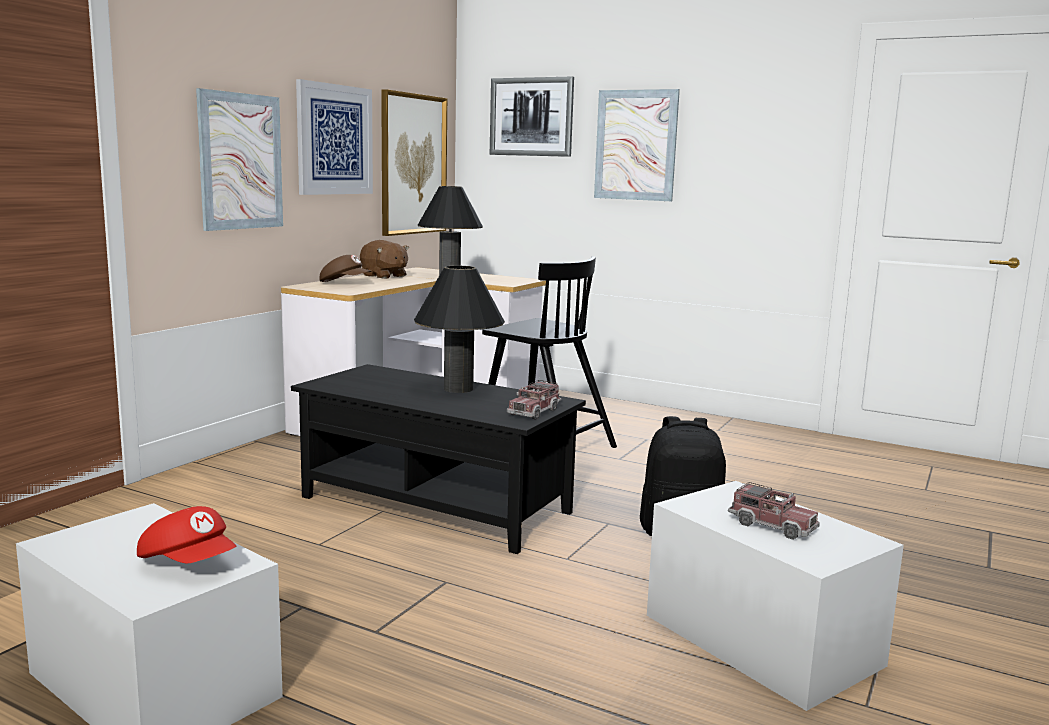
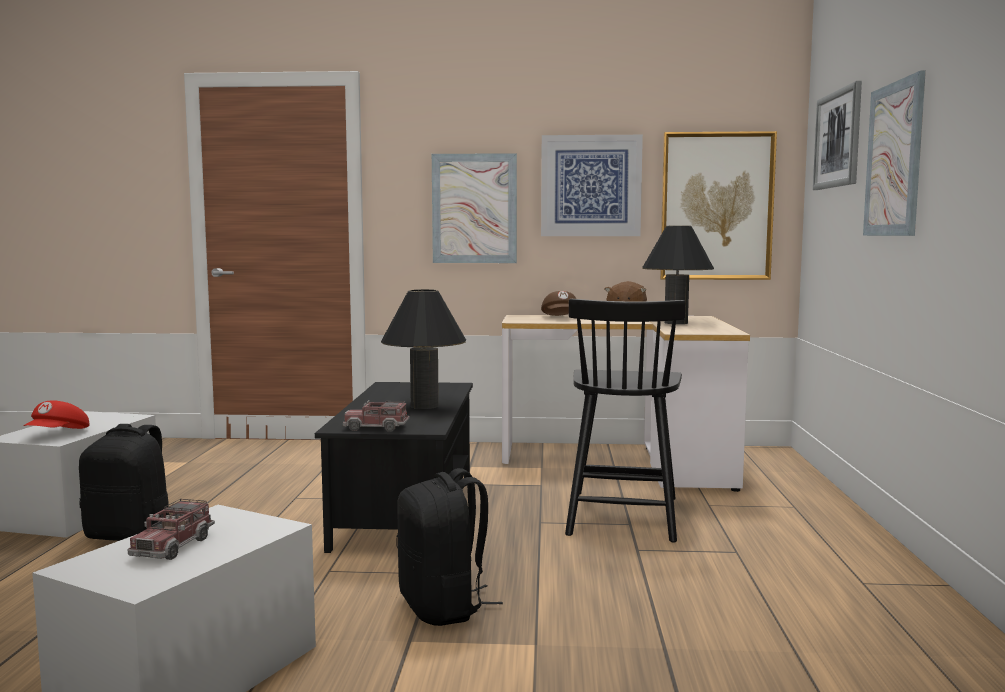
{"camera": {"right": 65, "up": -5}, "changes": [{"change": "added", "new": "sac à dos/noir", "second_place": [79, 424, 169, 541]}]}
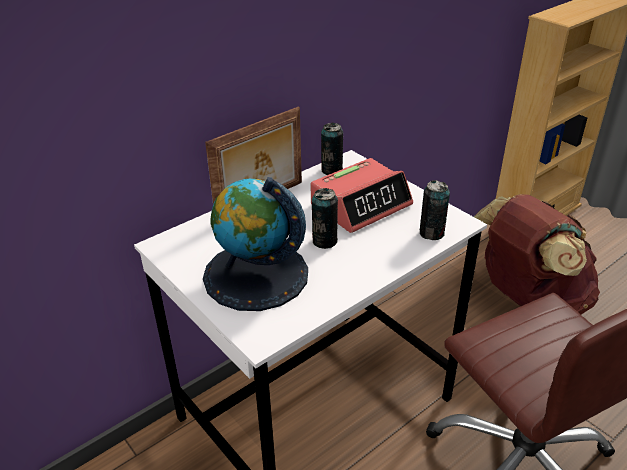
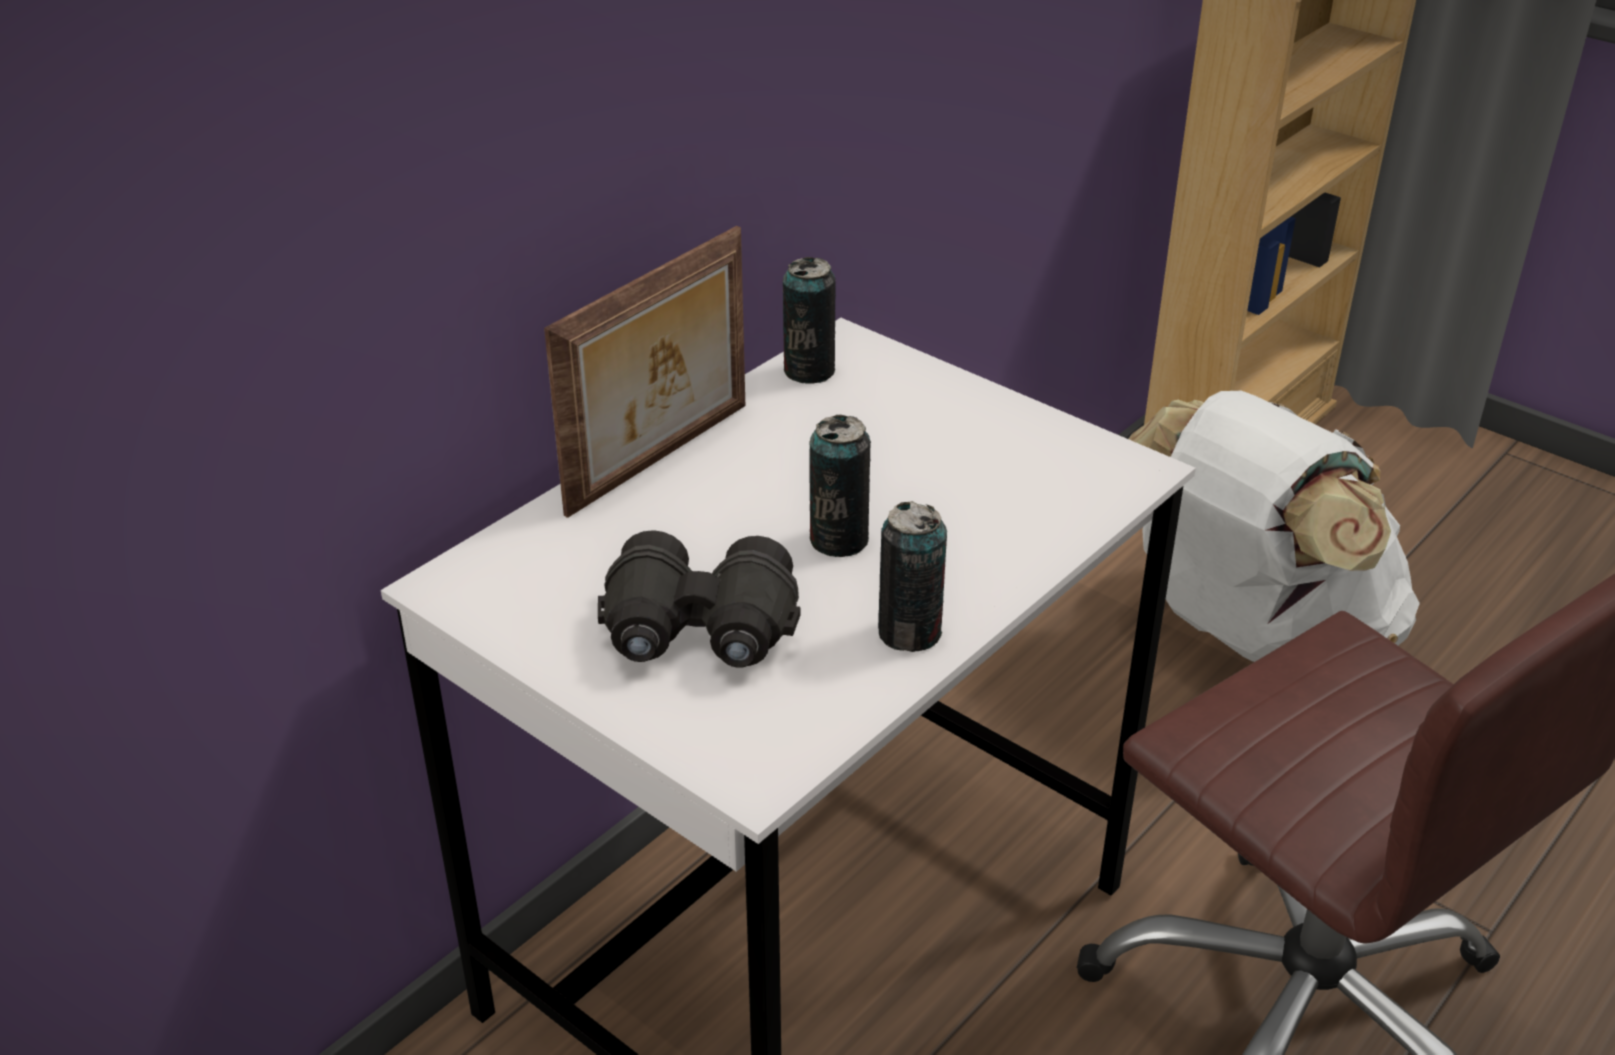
{"camera": {"right": -10, "up": 0}, "changes": [{"change": "removed", "old": "réveil", "first_place": [311, 158, 413, 233]}, {"change": "moved", "old": "boîte métallique", "first_place": [420, 180, 450, 240], "second_place": [878, 501, 947, 652]}, {"change": "replaced", "old": "globe", "new": "jumelles/noir", "first_place": [203, 177, 308, 311], "second_place": [598, 530, 800, 668]}, {"change": "recoloured", "old": "sac à dos/marron", "new": "sac à dos/blanc", "first_place": [474, 194, 600, 314], "second_place": [1129, 391, 1420, 662]}]}
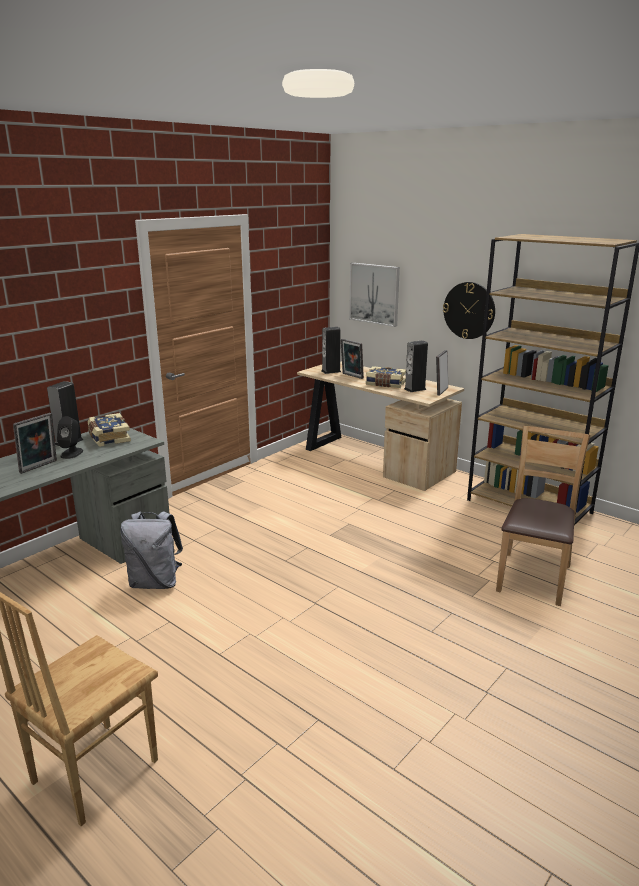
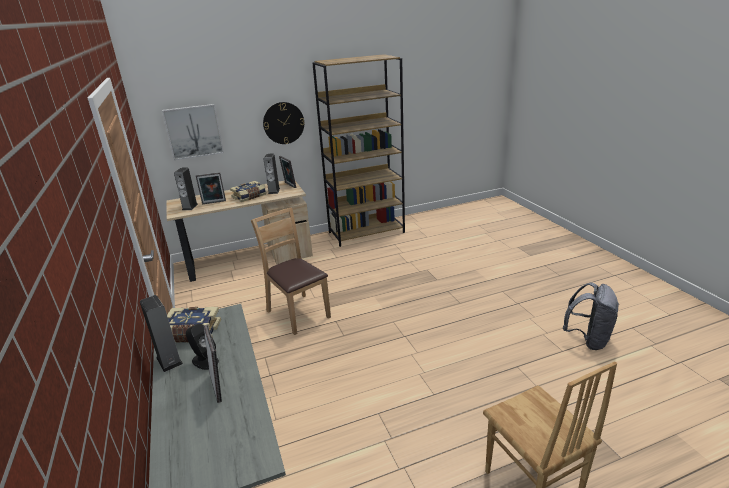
{"camera": {"right": -60, "up": 5}, "changes": [{"change": "moved", "old": "sac à dos/gris", "first_place": [120, 511, 183, 589], "second_place": [563, 282, 620, 350]}, {"change": "moved", "old": "chaise/marron", "first_place": [496, 426, 590, 606], "second_place": [251, 208, 331, 335]}]}
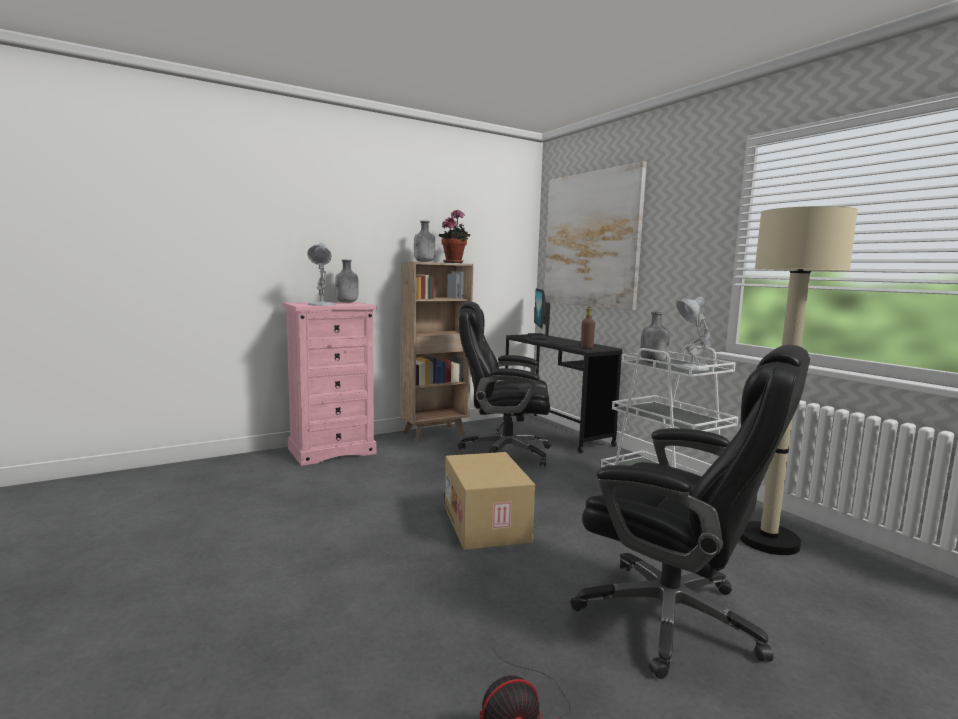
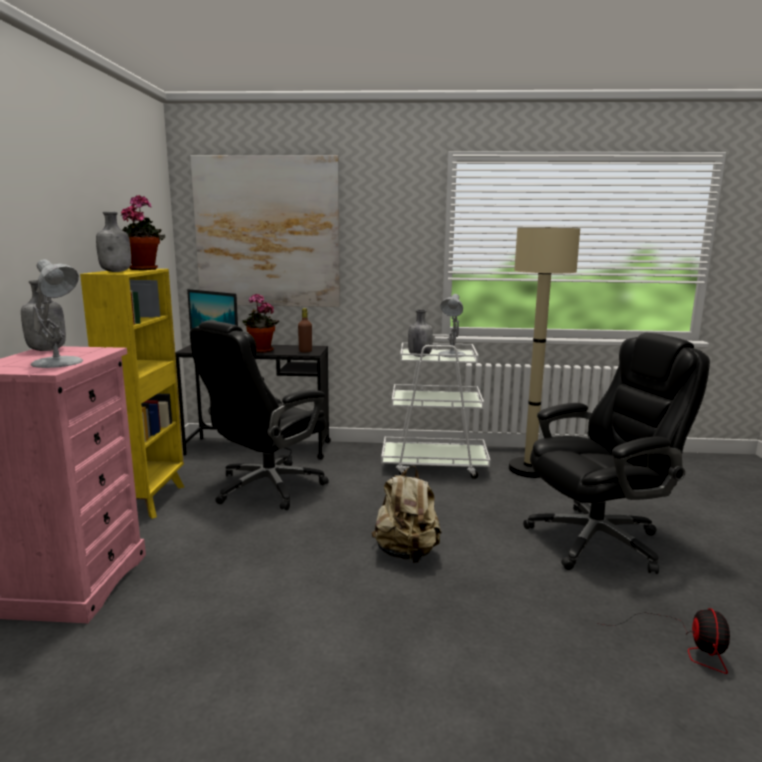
{"camera": {"right": -55, "up": 5}, "changes": [{"change": "added", "new": "plante en pot", "second_place": [243, 293, 279, 353]}, {"change": "replaced", "old": "carton", "new": "sac à dos/beige", "first_place": [445, 452, 535, 550], "second_place": [372, 466, 441, 563]}, {"change": "recoloured", "old": "bibliothèque/marron", "new": "bibliothèque/jaune", "first_place": [401, 262, 473, 441], "second_place": [80, 268, 184, 519]}]}
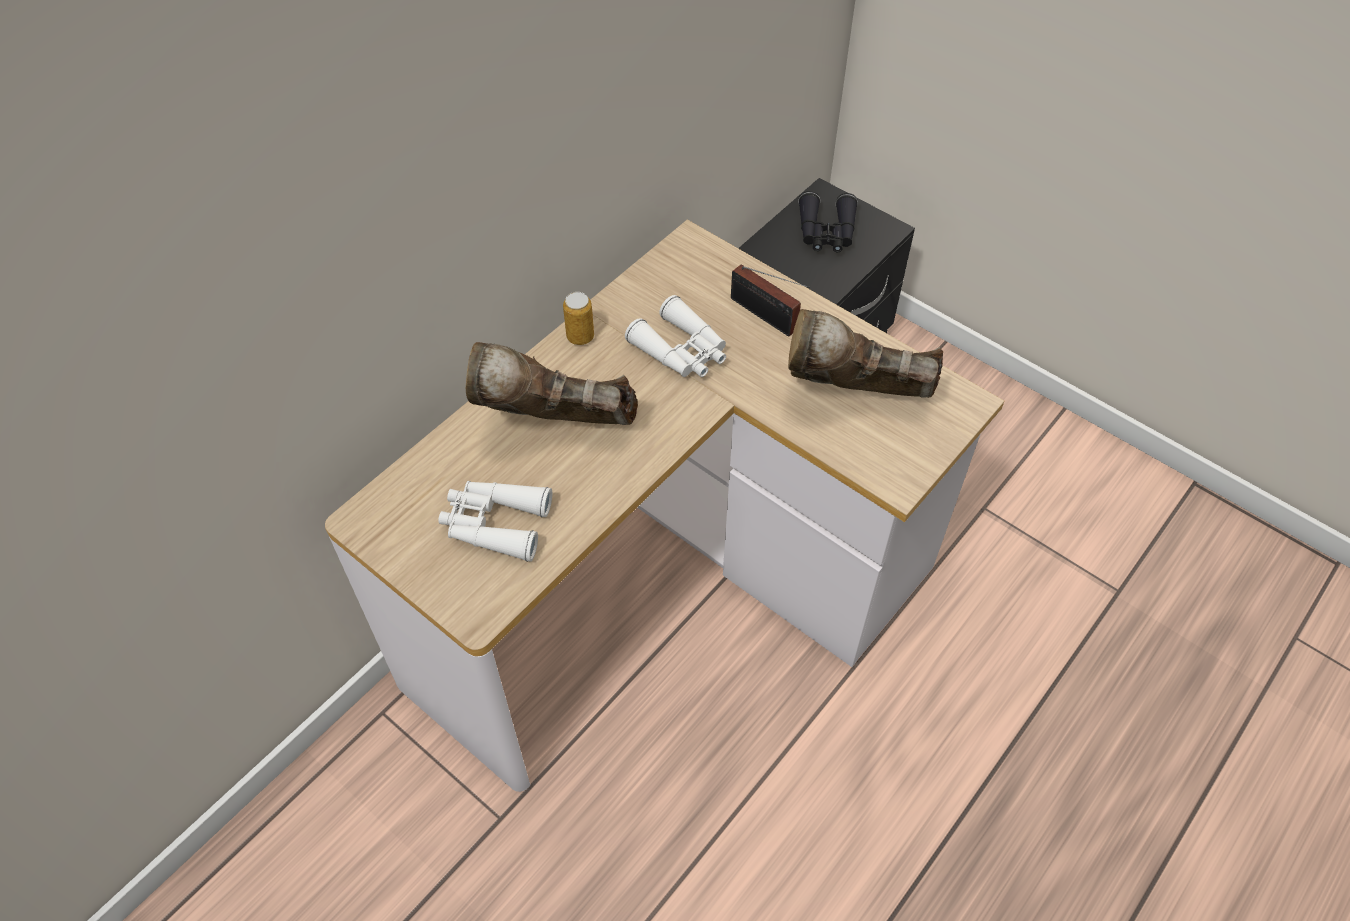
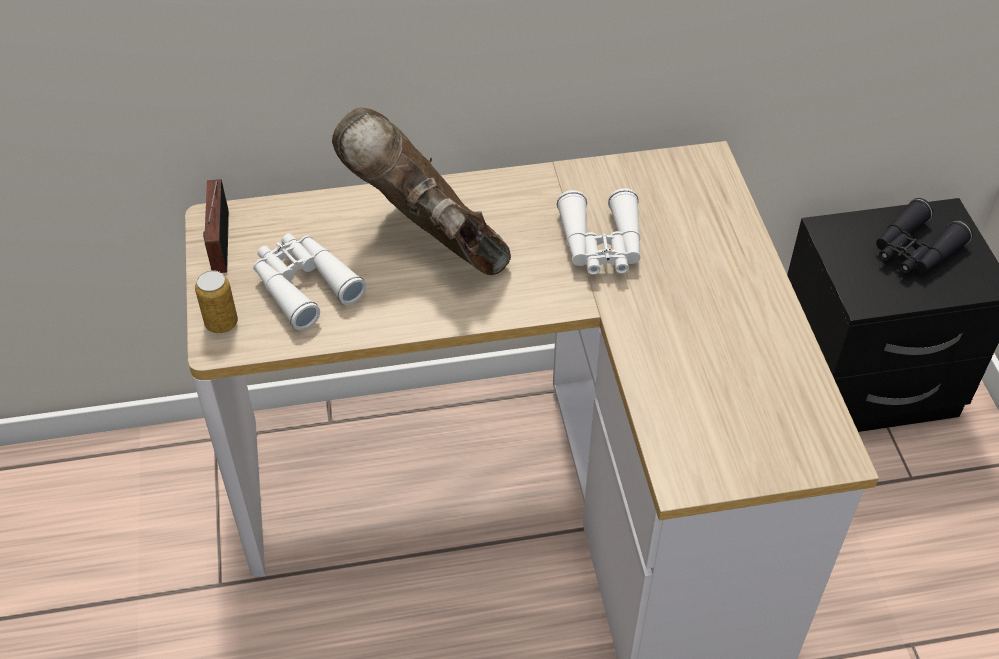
{"camera": {"right": 40, "up": -5}, "changes": [{"change": "removed", "old": "botte/marron", "first_place": [788, 309, 943, 398]}, {"change": "moved", "old": "boîte métallique", "first_place": [563, 292, 594, 345], "second_place": [195, 270, 238, 333]}, {"change": "moved", "old": "radio", "first_place": [731, 265, 810, 337], "second_place": [203, 179, 229, 273]}]}
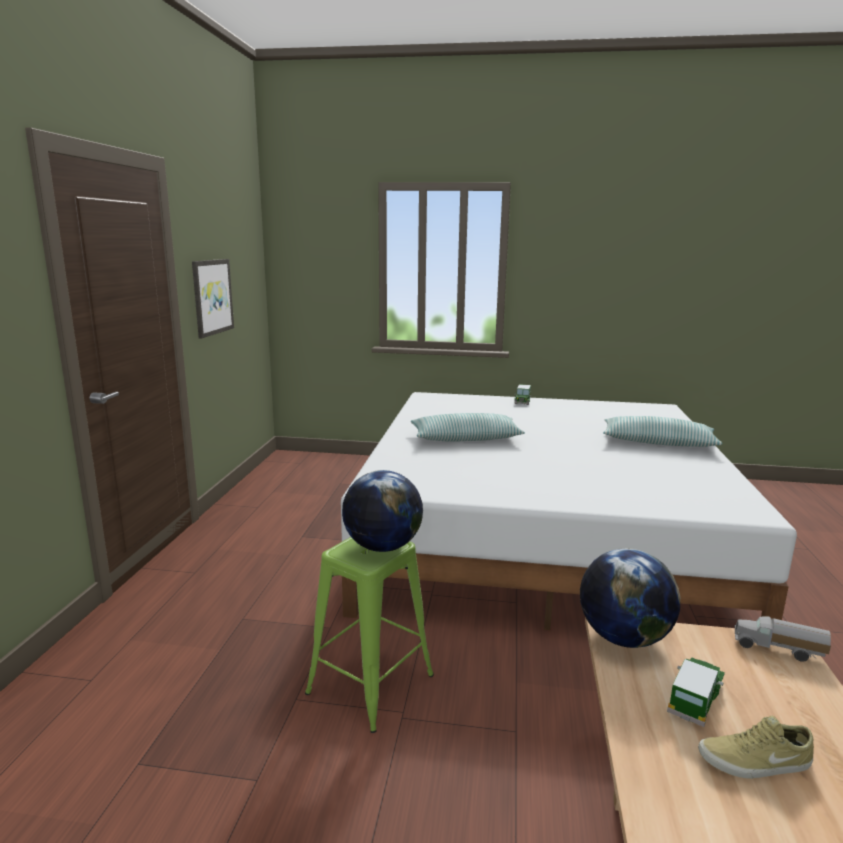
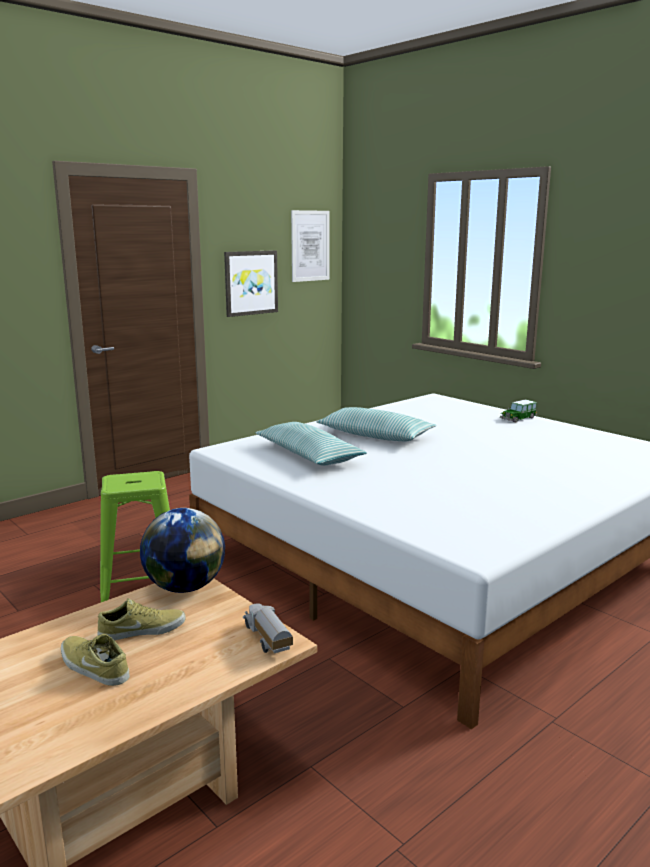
{"camera": {"right": 40, "up": 0}, "changes": [{"change": "removed", "old": "globe", "first_place": [342, 470, 423, 552]}, {"change": "added", "new": "tableau", "second_place": [291, 210, 330, 282]}, {"change": "moved", "old": "coussin", "first_place": [603, 416, 722, 447], "second_place": [255, 422, 367, 466]}, {"change": "replaced", "old": "petite voiture", "new": "chaussure/beige", "first_place": [667, 658, 725, 727], "second_place": [98, 598, 186, 640]}]}
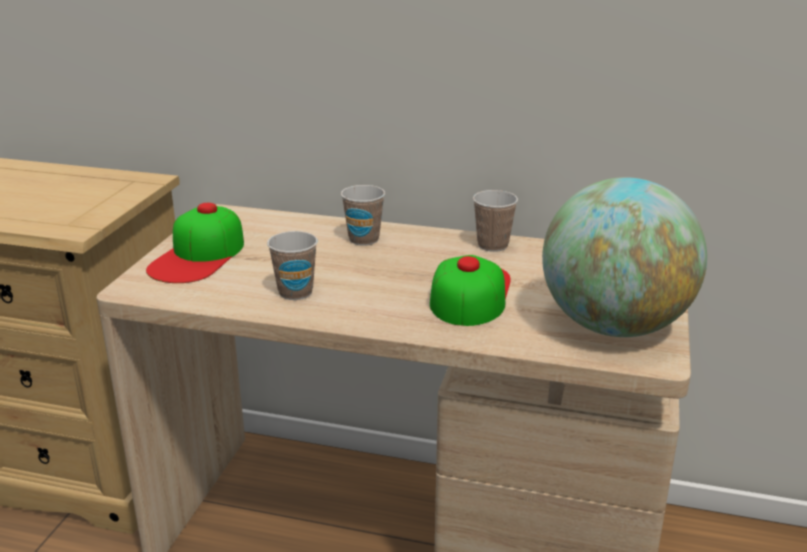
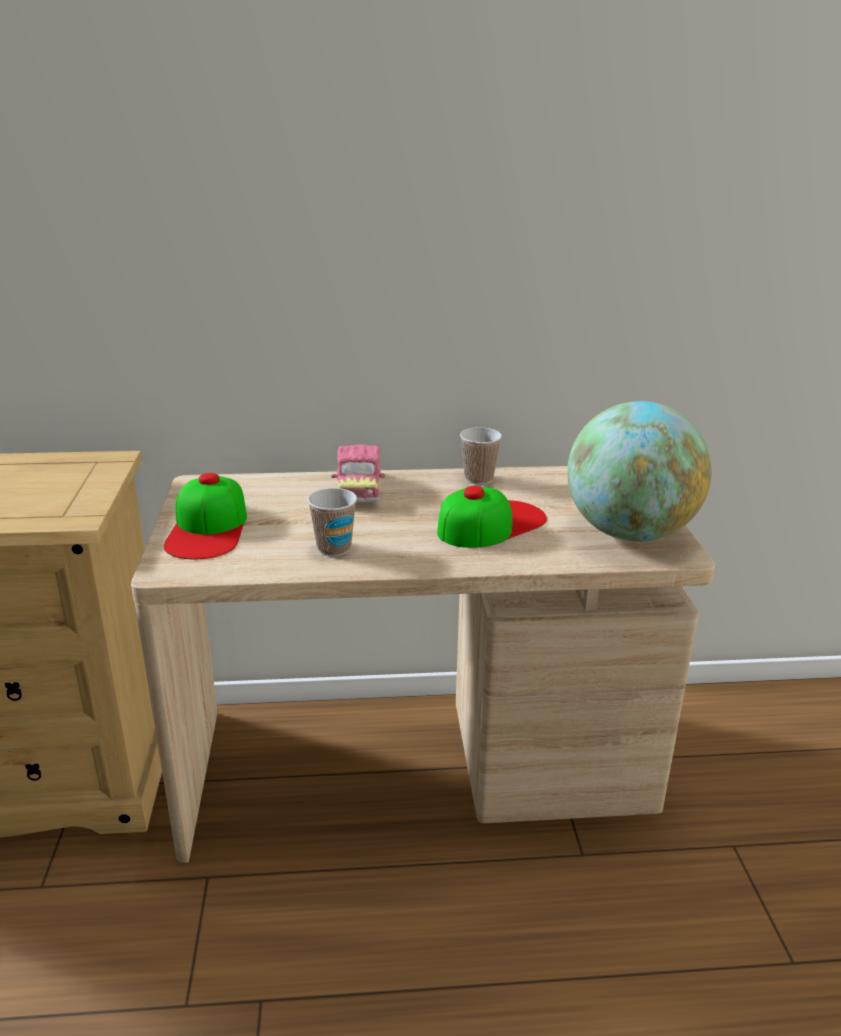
{"camera": {"right": -20, "up": 0}, "changes": [{"change": "replaced", "old": "tasse", "new": "petite voiture", "first_place": [341, 185, 385, 246], "second_place": [331, 444, 385, 502]}, {"change": "turned", "old": "casquette", "first_place": [430, 255, 511, 326], "second_place": [437, 486, 547, 548], "degrees": 60}]}
